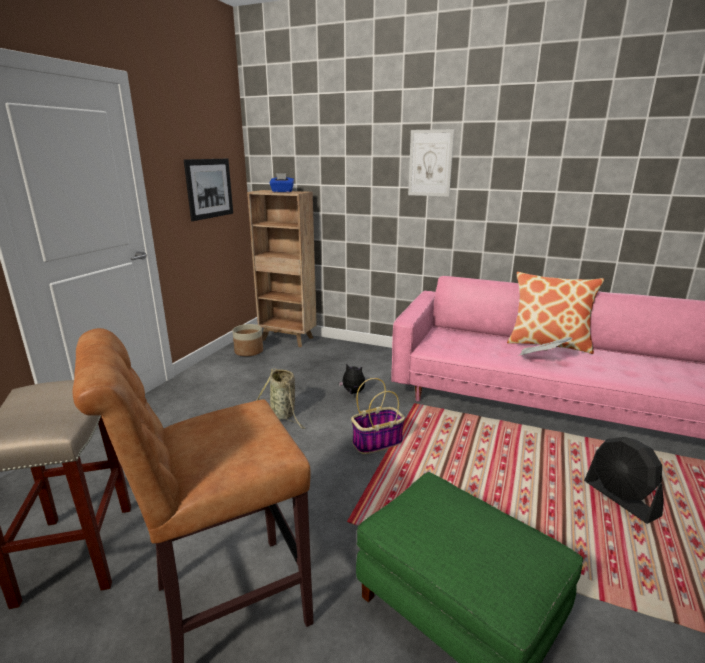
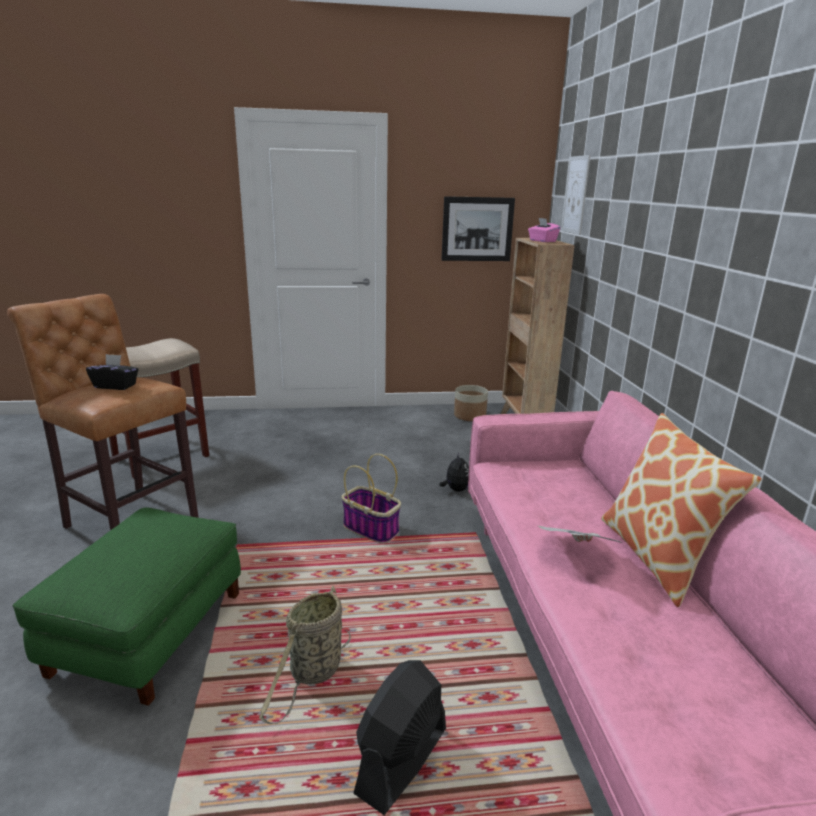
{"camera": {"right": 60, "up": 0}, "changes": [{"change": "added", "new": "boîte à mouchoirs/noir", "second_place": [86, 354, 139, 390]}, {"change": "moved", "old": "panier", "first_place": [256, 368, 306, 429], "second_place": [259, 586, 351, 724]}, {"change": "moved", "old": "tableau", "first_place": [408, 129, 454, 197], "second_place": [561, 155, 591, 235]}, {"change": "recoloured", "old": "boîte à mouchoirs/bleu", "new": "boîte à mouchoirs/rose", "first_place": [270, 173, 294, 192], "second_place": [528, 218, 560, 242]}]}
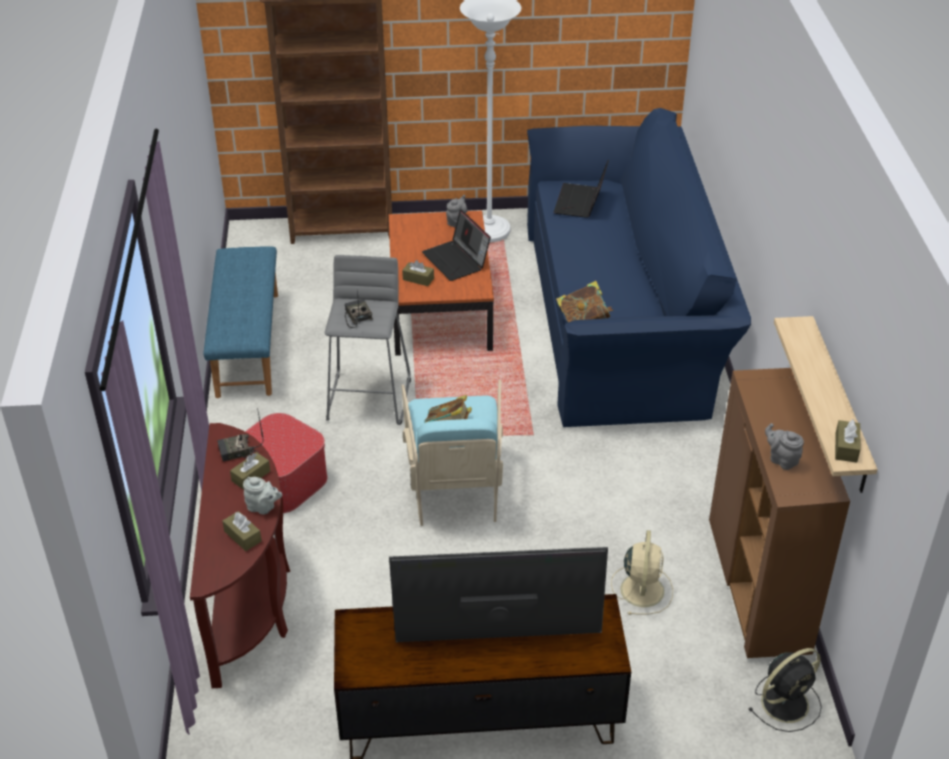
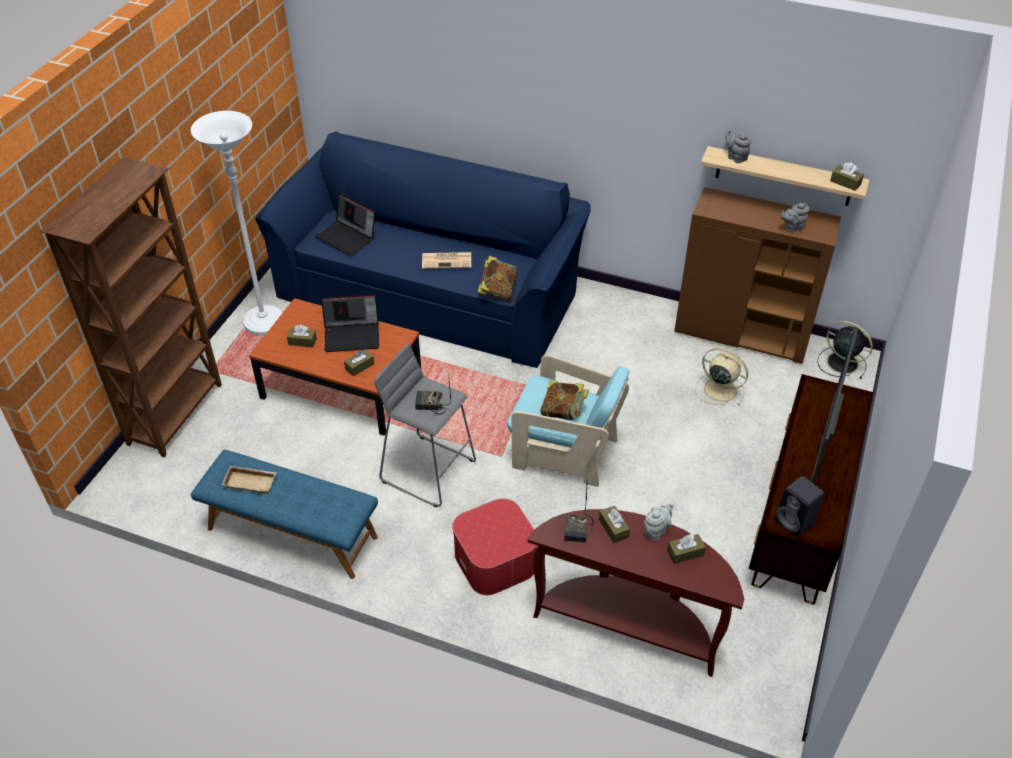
{"camera": {"right": -65, "up": 5}, "changes": [{"change": "added", "new": "plateau/beige", "second_place": [222, 466, 276, 494]}, {"change": "added", "new": "boîte à mouchoirs/marron", "second_place": [287, 325, 317, 347]}, {"change": "added", "new": "journal", "second_place": [422, 252, 471, 269]}, {"change": "added", "new": "enceinte/noir", "second_place": [775, 476, 824, 537]}, {"change": "moved", "old": "théière/gris", "first_place": [446, 195, 467, 228], "second_place": [725, 130, 751, 163]}, {"change": "turned", "old": "ventilateur/noir", "first_place": [748, 648, 822, 732], "second_place": [817, 321, 873, 379], "degrees": -45}]}
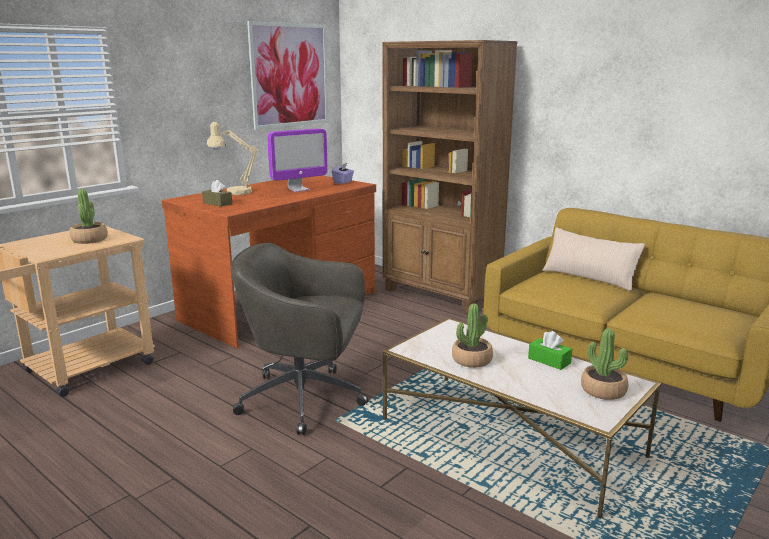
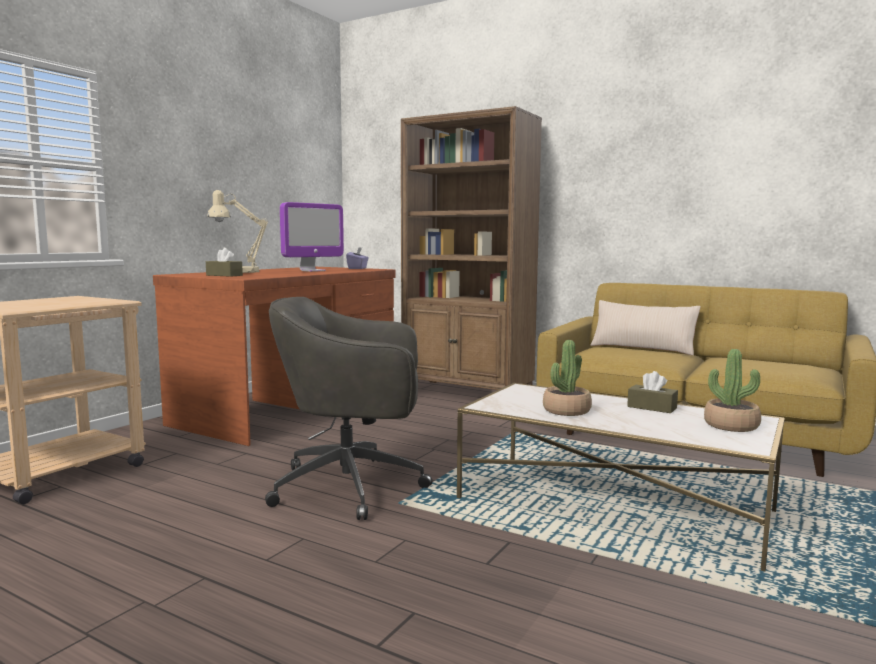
{"camera": {"right": -10, "up": -10}, "changes": [{"change": "removed", "old": "plante en pot", "first_place": [70, 189, 108, 244]}, {"change": "removed", "old": "tableau", "first_place": [247, 21, 328, 130]}, {"change": "recoloured", "old": "boîte à mouchoirs/vert", "new": "boîte à mouchoirs/marron", "first_place": [528, 331, 572, 370], "second_place": [627, 371, 678, 413]}]}
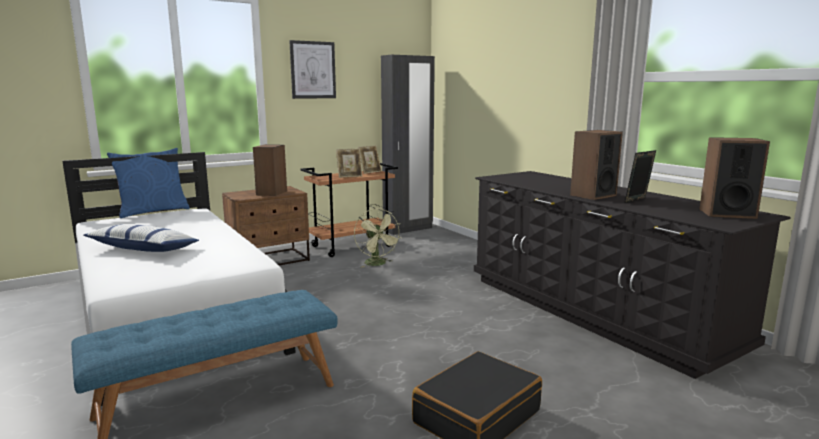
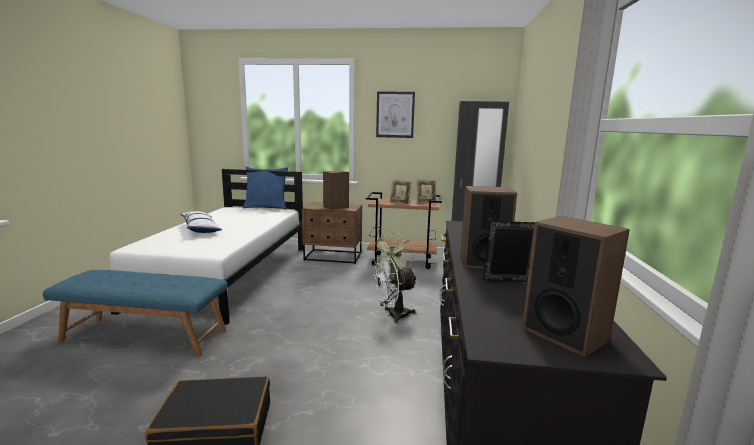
{"camera": {"right": 40, "up": 0}, "changes": [{"change": "added", "new": "ventilateur/blanc", "second_place": [373, 258, 417, 323]}]}
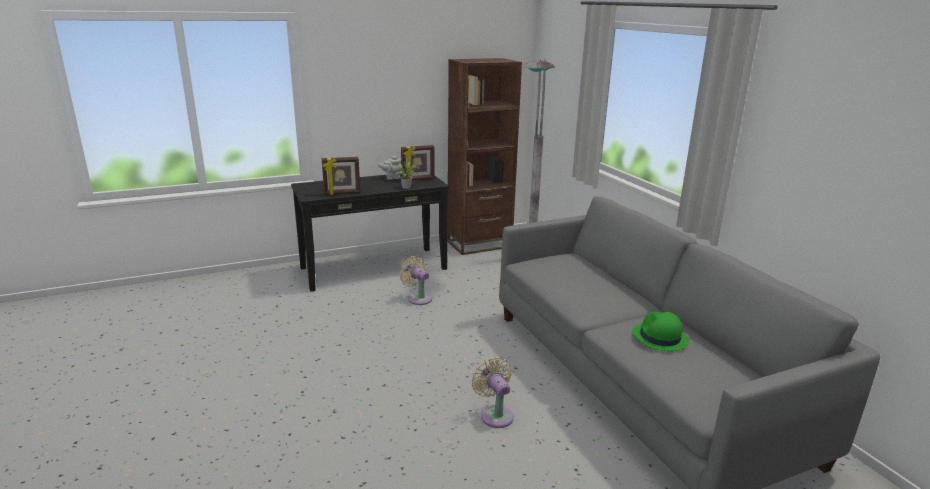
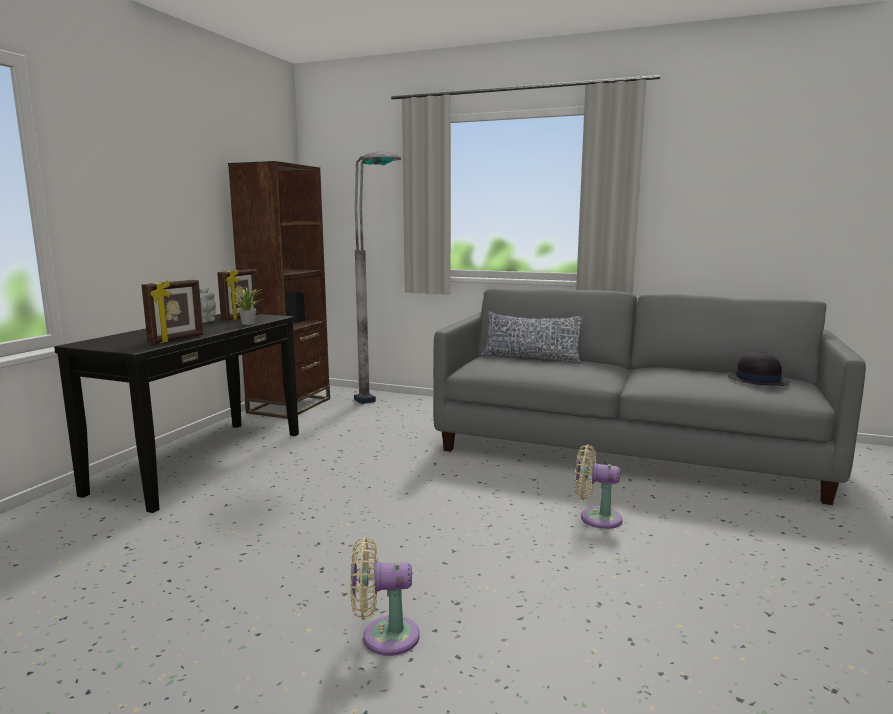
{"camera": {"right": -45, "up": -10}, "changes": [{"change": "removed", "old": "chapeau/vert", "first_place": [632, 312, 689, 351]}, {"change": "added", "new": "coussin", "second_place": [481, 311, 584, 363]}, {"change": "added", "new": "chapeau/noir", "second_place": [727, 351, 790, 386]}, {"change": "moved", "old": "ventilateur/beige", "first_place": [399, 256, 432, 305], "second_place": [350, 537, 420, 656]}]}
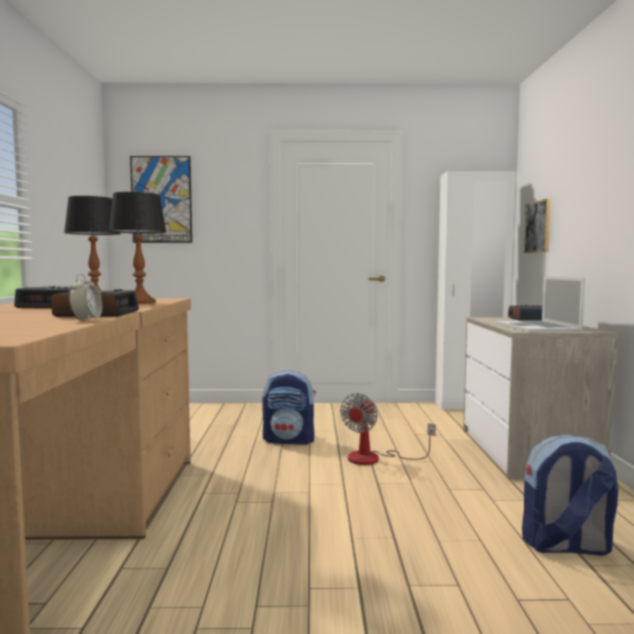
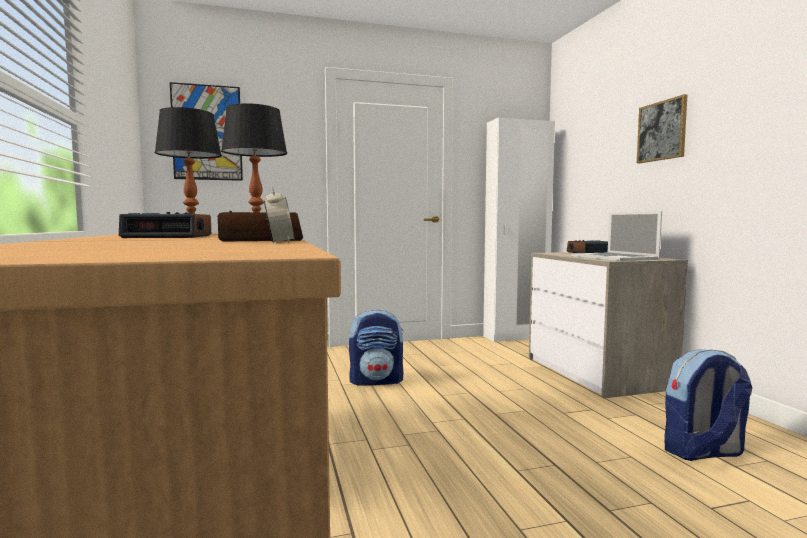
{"camera": {"right": -15, "up": 0}, "changes": [{"change": "removed", "old": "ventilateur", "first_place": [340, 393, 436, 465]}, {"change": "moved", "old": "tableau", "first_place": [524, 198, 551, 253], "second_place": [637, 94, 688, 163]}]}
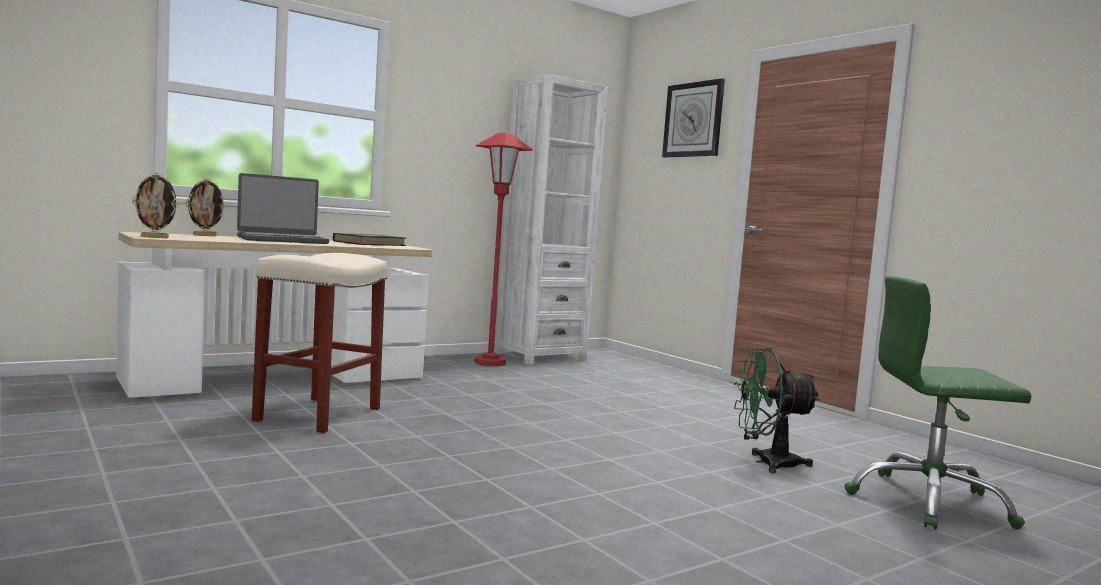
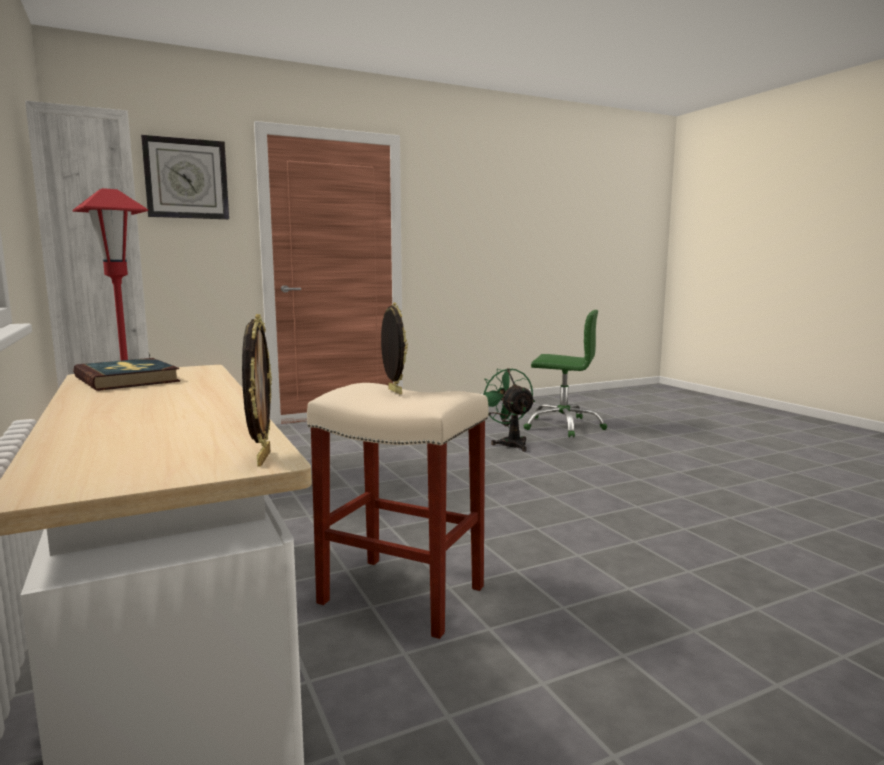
{"camera": {"right": -80, "up": 5}, "changes": [{"change": "removed", "old": "ordinateur portable", "first_place": [237, 173, 329, 244]}, {"change": "moved", "old": "cadre photo", "first_place": [186, 178, 226, 236], "second_place": [381, 302, 408, 395]}, {"change": "turned", "old": "ventilateur/vert", "first_place": [734, 348, 820, 473], "second_place": [483, 368, 535, 452], "degrees": 150}, {"change": "turned", "old": "chaise de bureau/vert", "first_place": [845, 276, 1031, 529], "second_place": [524, 310, 607, 437], "degrees": -90}]}
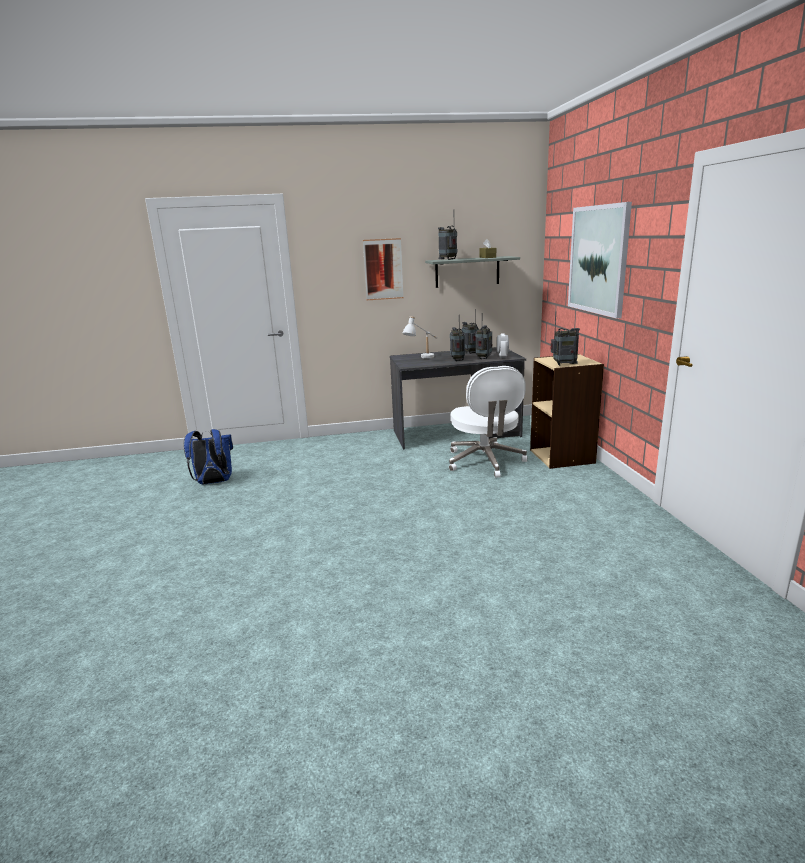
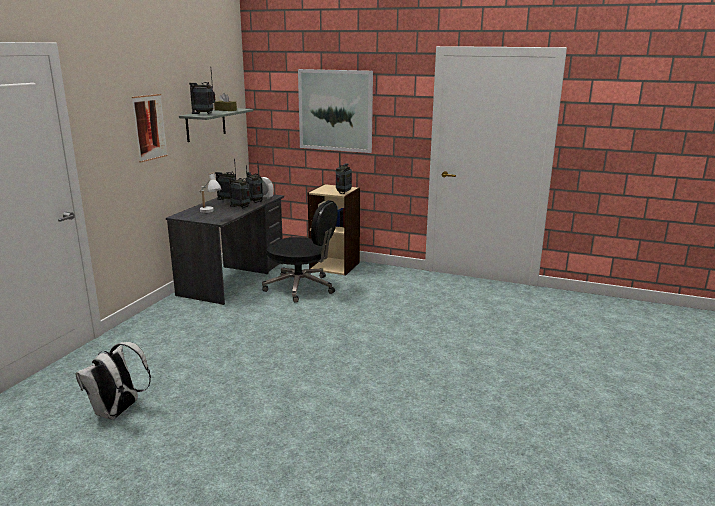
{"camera": {"right": -60, "up": 0}, "changes": [{"change": "recoloured", "old": "sac à dos/bleu", "new": "sac à dos/blanc", "first_place": [184, 429, 233, 484], "second_place": [75, 342, 151, 419]}, {"change": "recoloured", "old": "chaise de bureau/blanc", "new": "chaise de bureau/noir", "first_place": [449, 366, 527, 478], "second_place": [262, 200, 338, 303]}]}
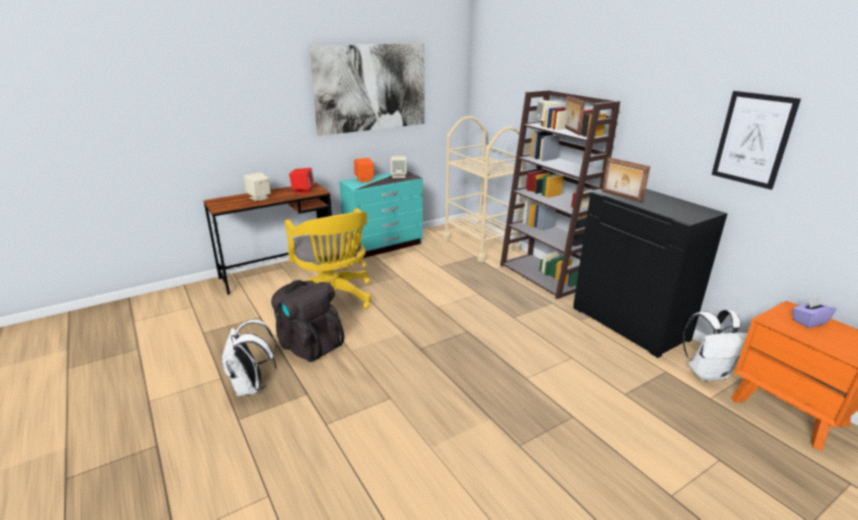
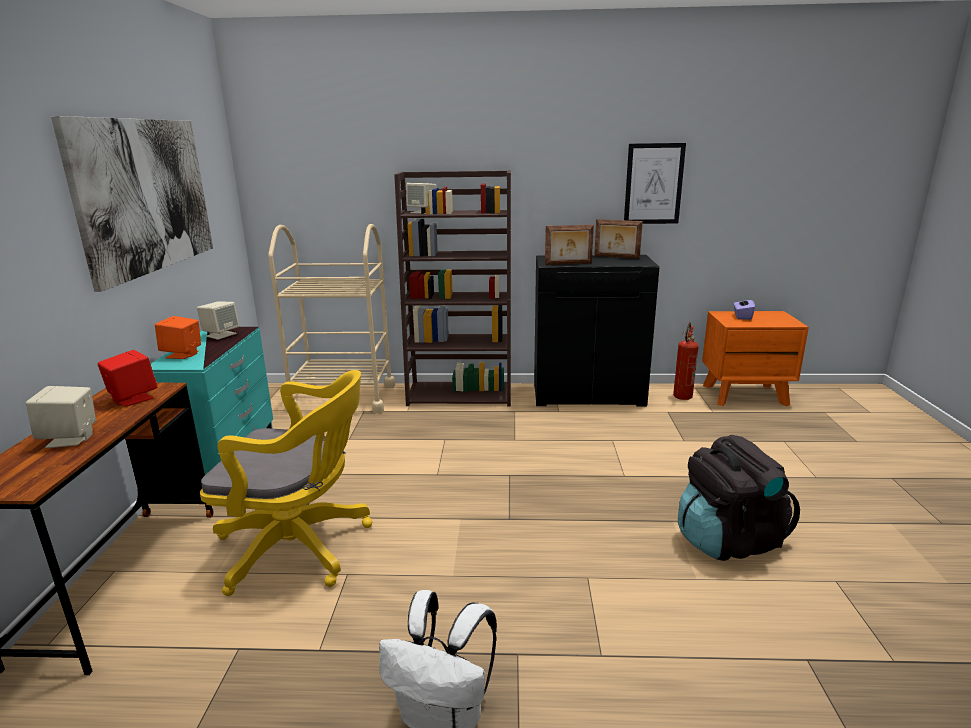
{"camera": {"right": -55, "up": -5}, "changes": [{"change": "moved", "old": "sac à dos/noir", "first_place": [271, 280, 344, 362], "second_place": [678, 435, 800, 561]}, {"change": "moved", "old": "cadre photo", "first_place": [565, 95, 585, 135], "second_place": [594, 219, 643, 259]}, {"change": "replaced", "old": "sac à dos/blanc", "new": "extincteur", "first_place": [683, 310, 747, 381], "second_place": [673, 322, 698, 400]}]}
